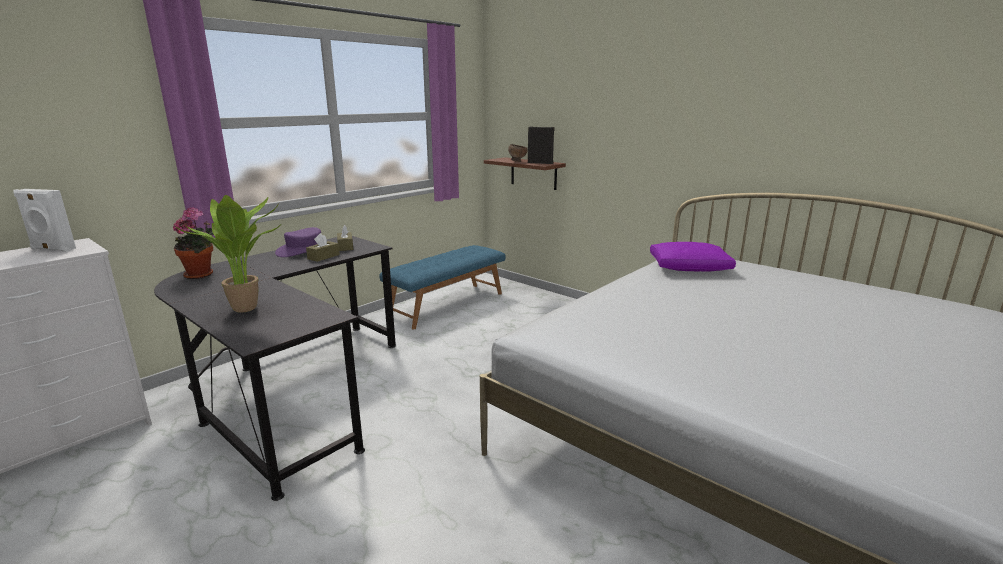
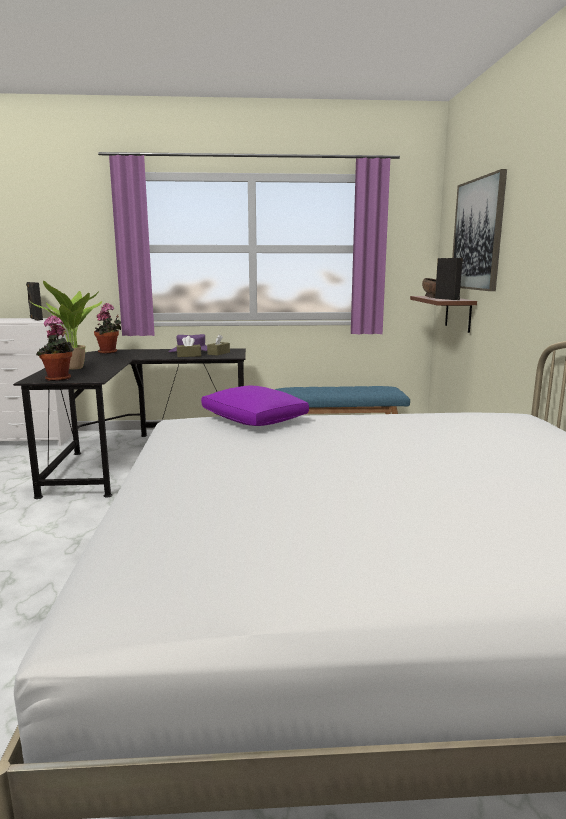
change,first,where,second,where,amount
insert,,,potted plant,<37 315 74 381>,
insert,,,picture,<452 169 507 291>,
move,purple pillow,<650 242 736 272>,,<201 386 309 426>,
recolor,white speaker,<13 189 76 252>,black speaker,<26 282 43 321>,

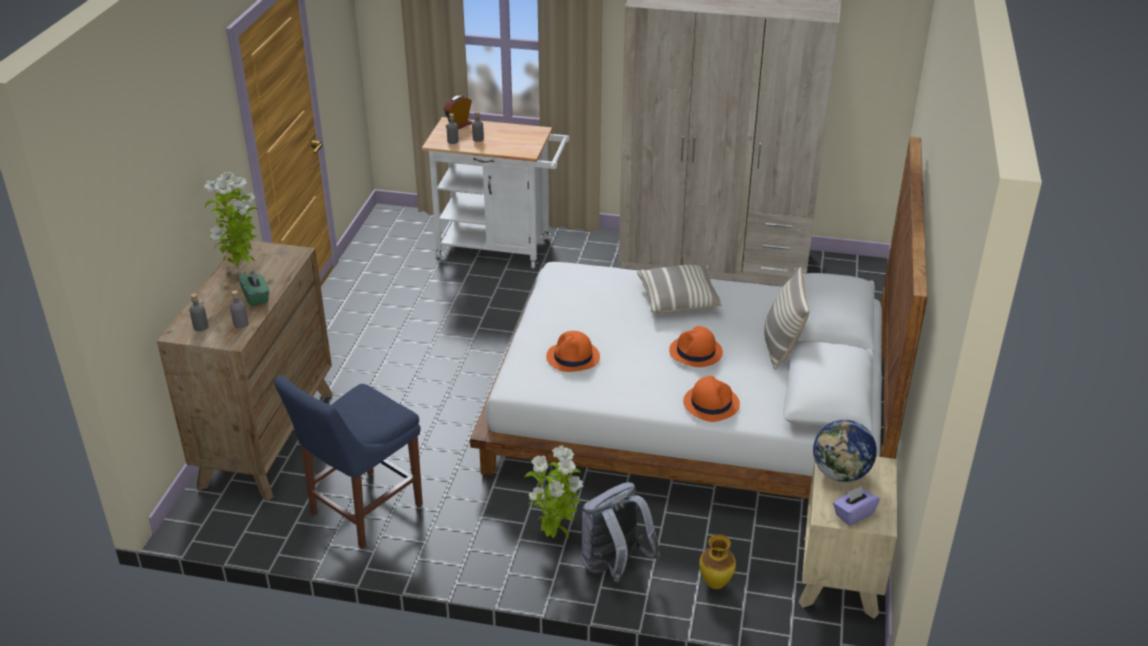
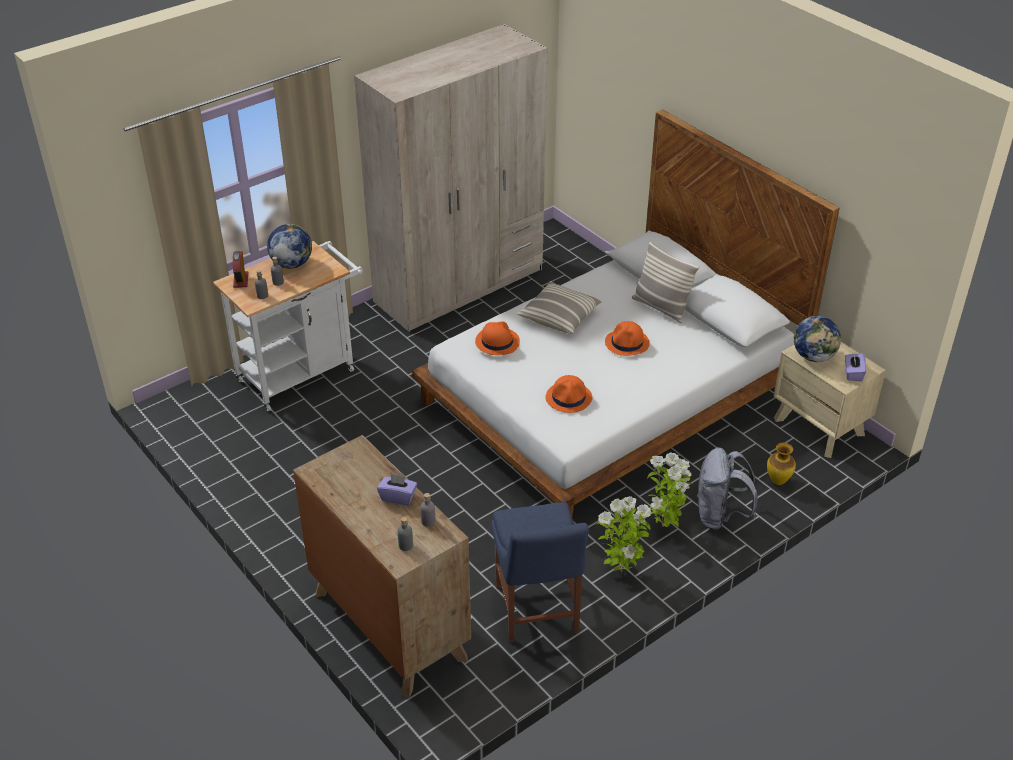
change,first,where,second,where,amount
insert,,,globe,<267 224 312 269>,
move,potted plant,<204 172 258 270>,,<596 496 652 572>,
move,orange hat,<683 376 740 422>,,<475 322 520 355>,
recolor,green tissue box,<238 269 269 306>,purple tissue box,<377 473 417 505>,

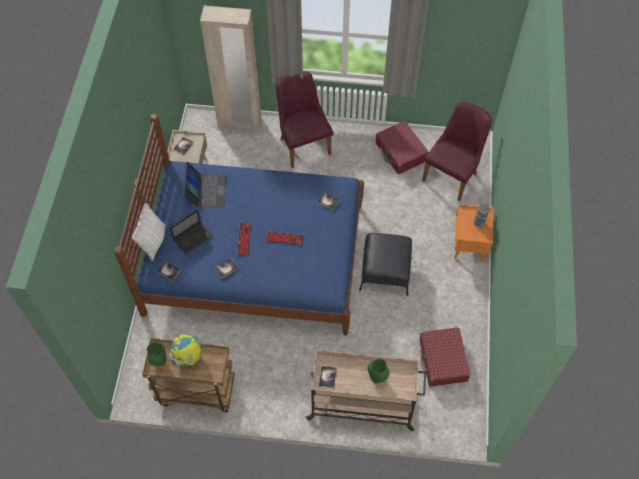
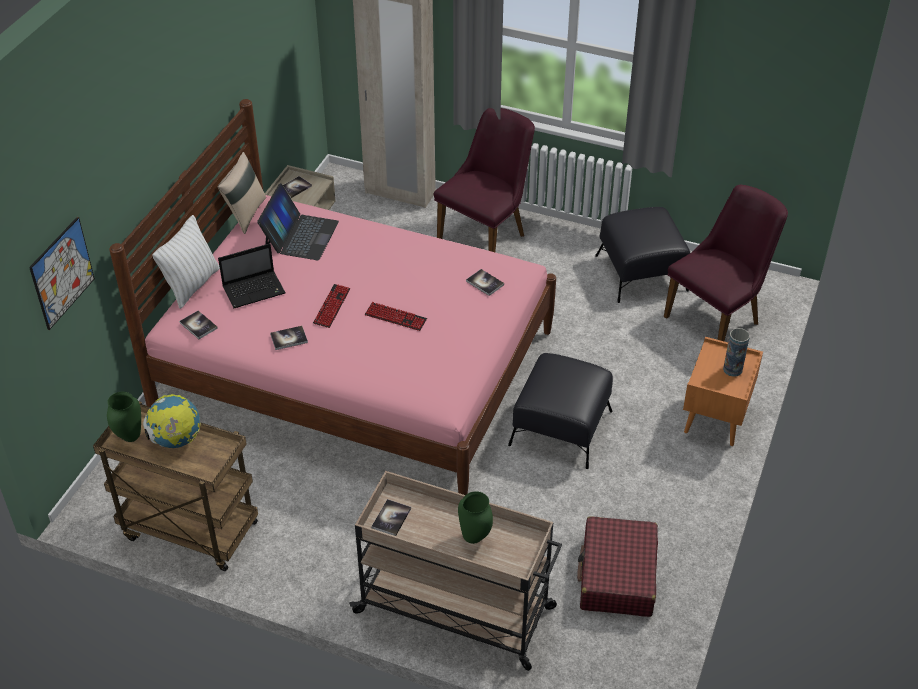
change,first,where,second,where,amount
insert,,,picture,<29 217 95 330>,
insert,,,beige pillow,<217 152 266 234>,
replace,red suitcase,<376 121 429 174>,black ottoman,<595 207 690 303>,
recolor,blue bed,<114 114 364 336>,pink bed,<109 99 556 495>,
rotate,purple chair,<276 71 333 168>,,<434 108 535 252>,45 degrees clockwise

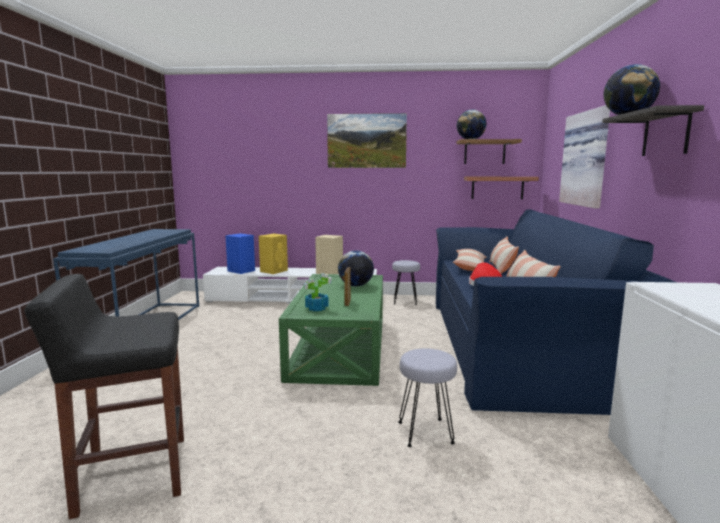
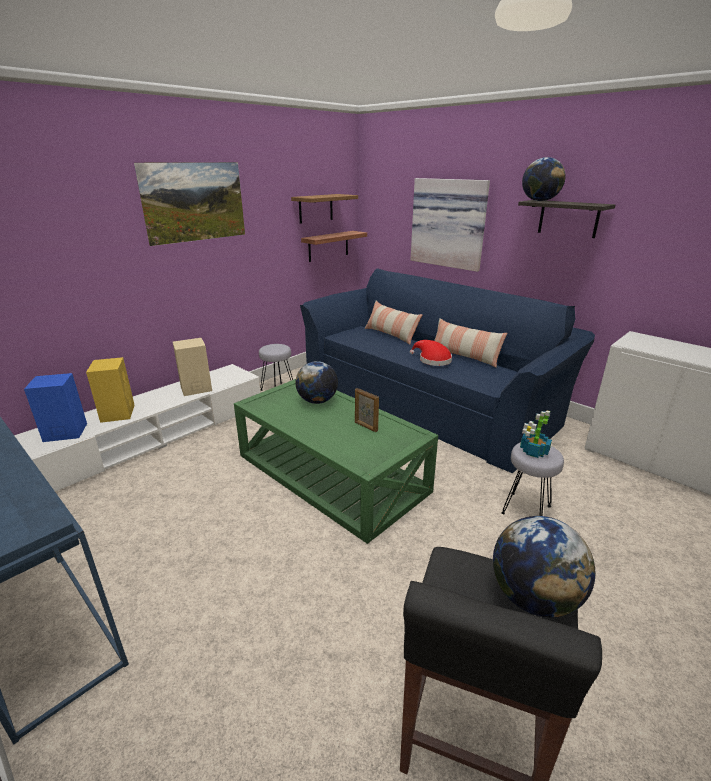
change,first,where,second,where,amount
delete,pillow,<453 249 487 271>,,,
move,potted plant,<305 273 332 311>,,<520 410 552 458>,
move,globe,<457 110 487 139>,,<493 516 595 618>,

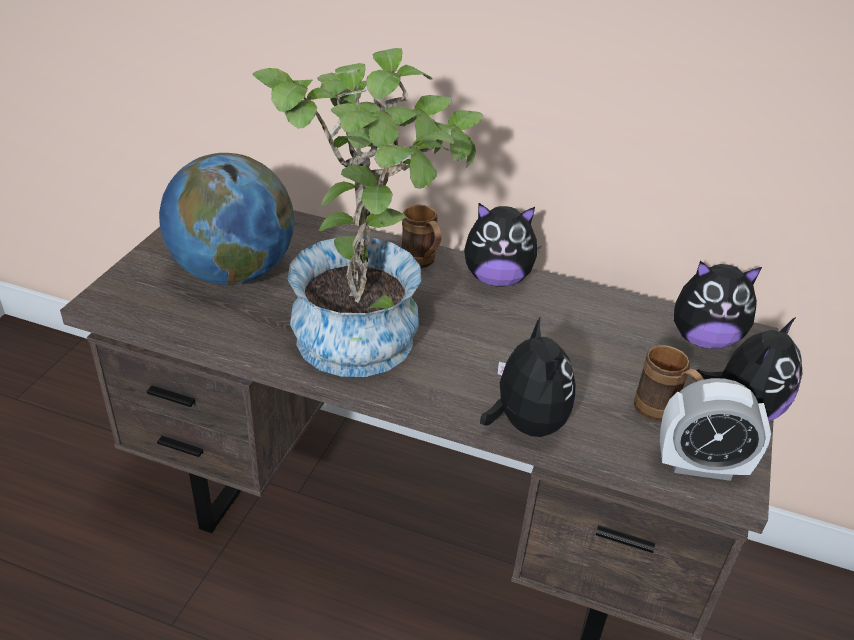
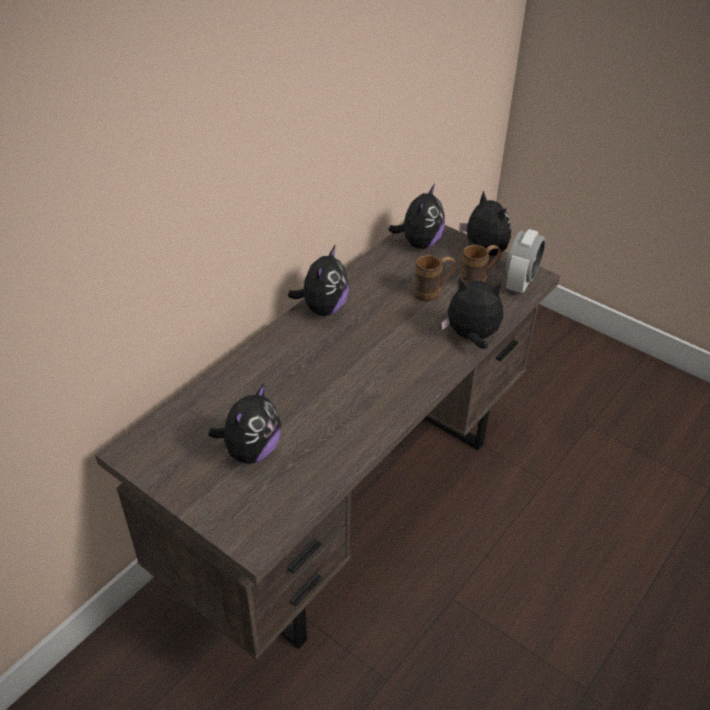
change,first,where,second,where,amount
delete,potted plant,<252 48 483 377>,,,
move,brown mug,<401 205 442 268>,,<414 255 456 302>,
replace,globe,<159 153 294 285>,plush toy,<208 383 281 464>,

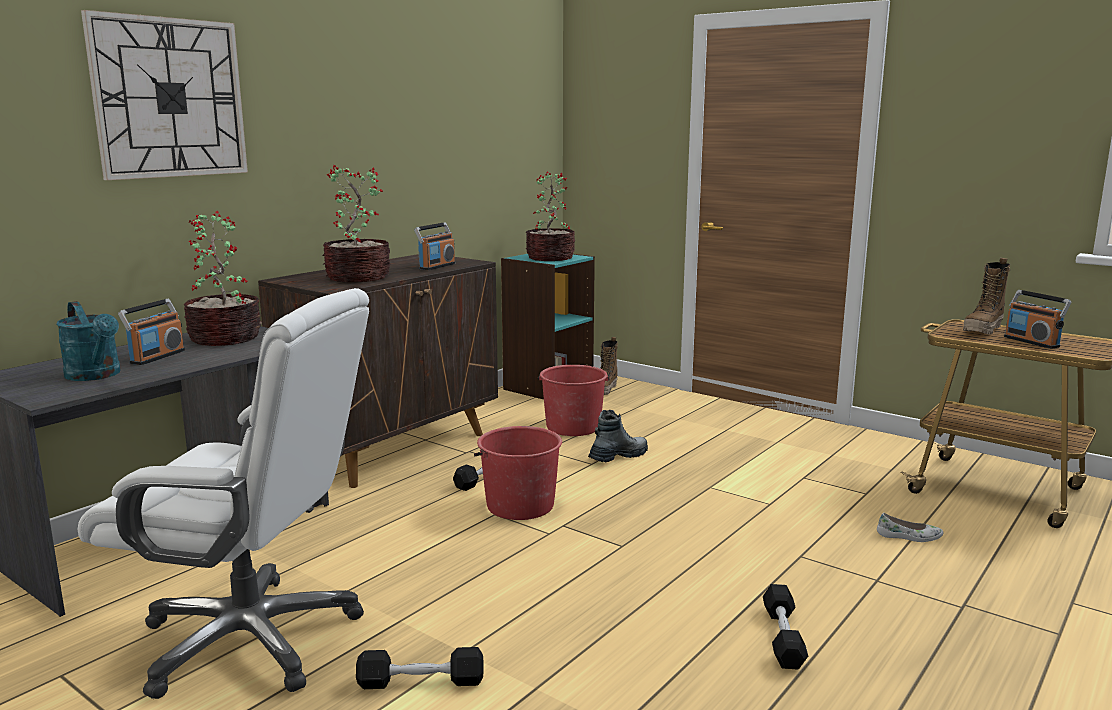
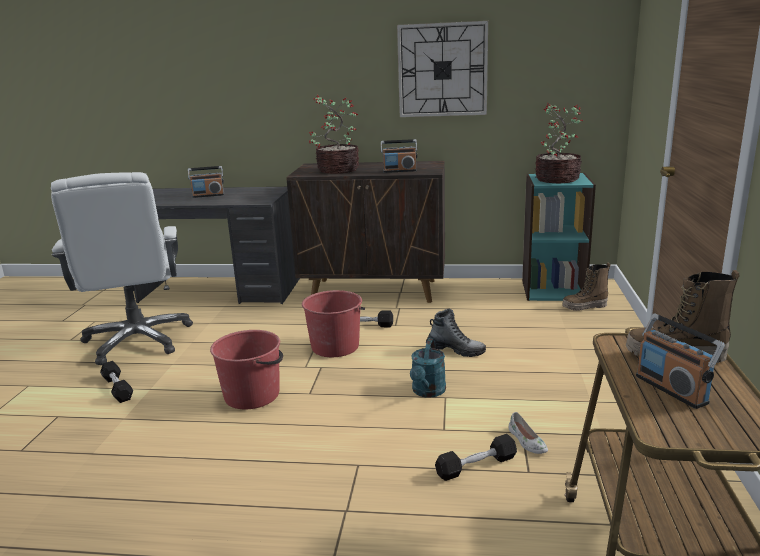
change,first,where,second,where,amount
delete,potted plant,<184 211 262 346>,,,
move,turquoise watering can,<56 301 121 381>,,<410 338 446 398>,
move,wall clock,<81 10 248 180>,,<397 21 488 117>,
move,red bucket,<538 365 610 436>,,<210 330 283 409>,
move,black dumbbell,<763 584 808 670>,,<435 434 517 481>,
move,white shoe,<877 513 943 542>,,<509 412 548 454>,
rotate,radio,<1004 290 1071 349>,,<636 313 725 409>,60 degrees counterclockwise

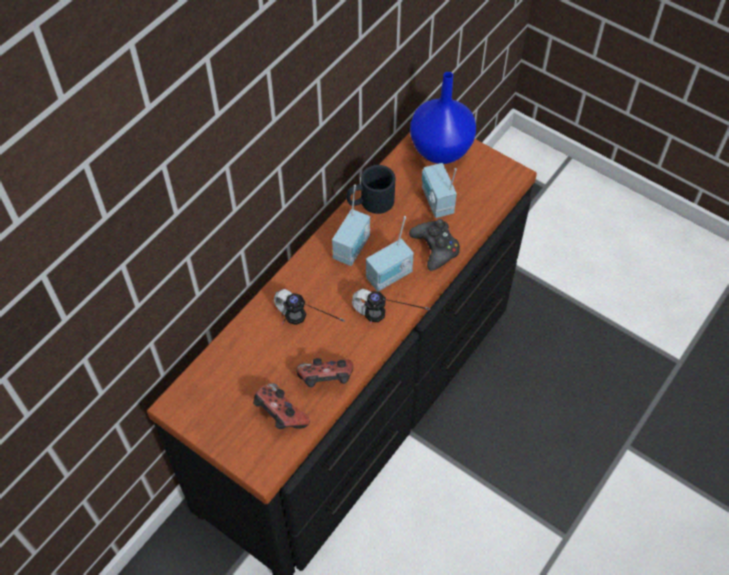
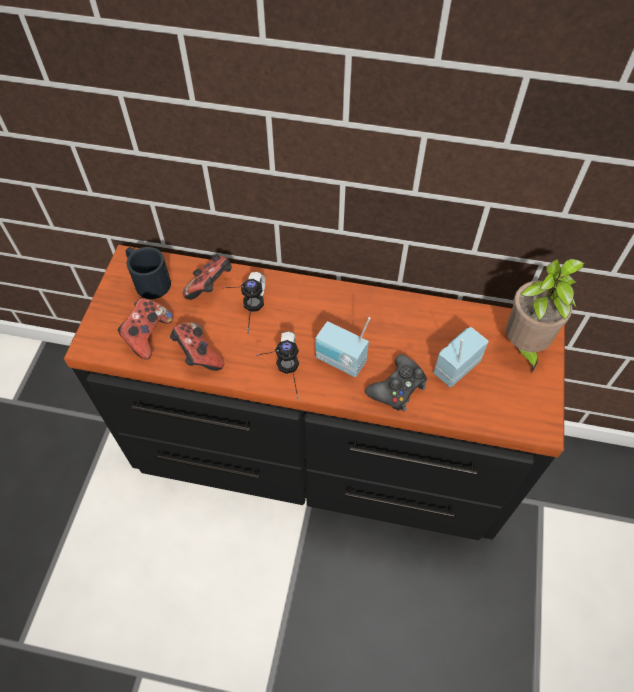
change,first,where,second,where,amount
delete,radio,<332 185 370 266>,,,
insert,,,game controller,<183 254 232 300>,
move,black mug,<346 165 396 214>,,<126 247 171 299>,
replace,blue vase,<410 72 476 164>,potted plant,<506 259 585 374>,

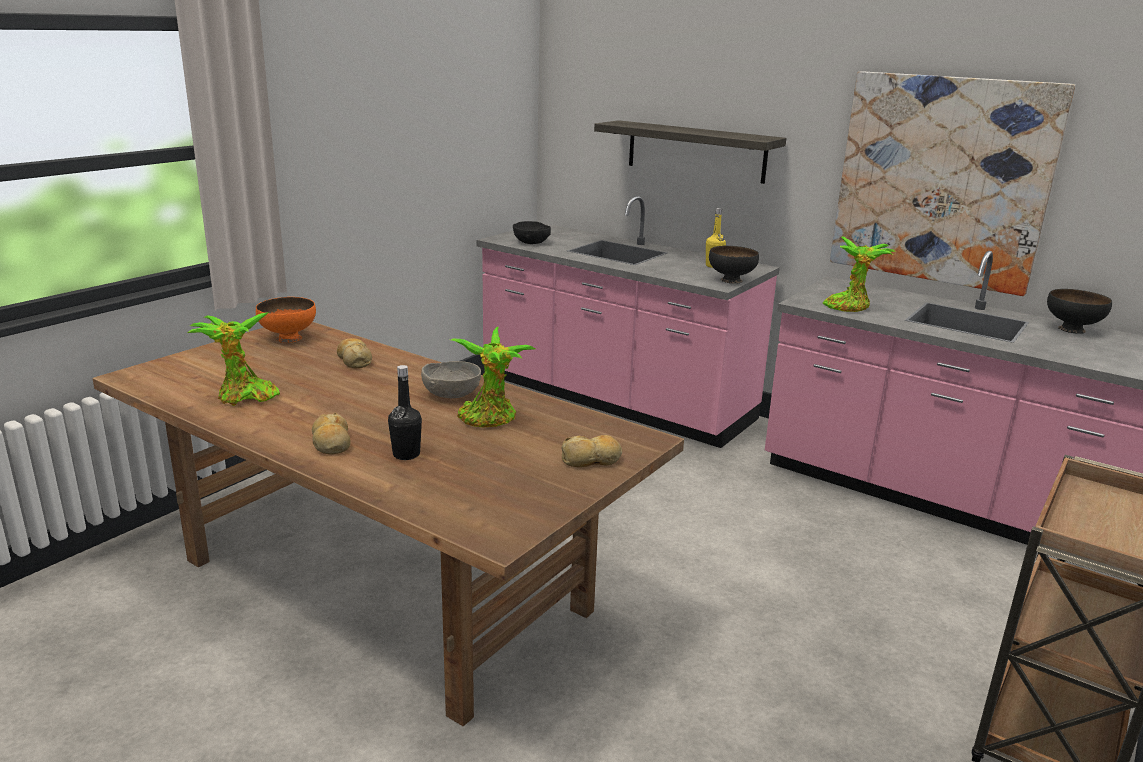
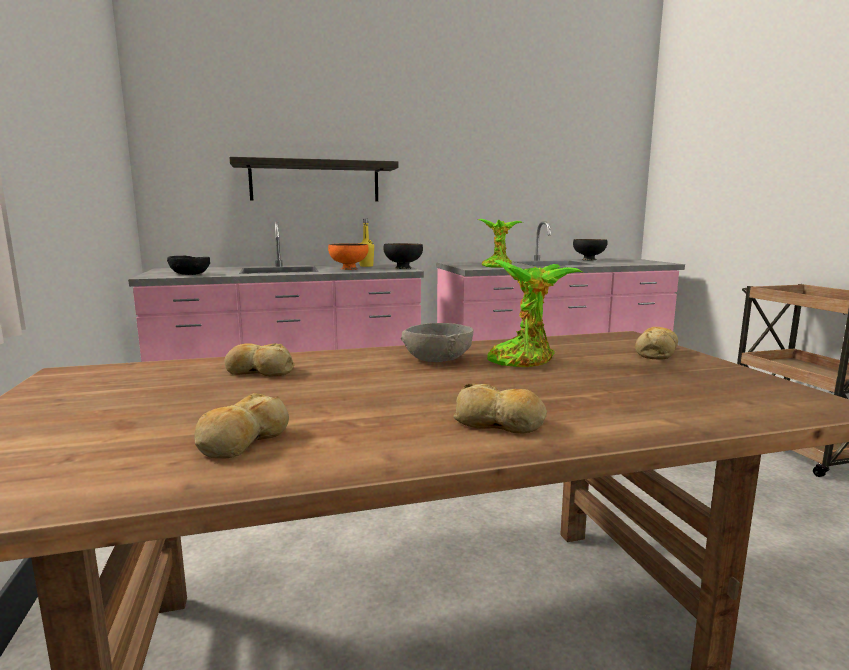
change,first,where,second,where,amount
delete,black bottle,<388 365 422 460>,,,
delete,picture,<830 71 1075 296>,,,
move,orange bowl,<256 297 316 343>,,<328 243 369 270>,
replace,potted plant,<188 312 280 406>,bread,<194 393 289 459>,

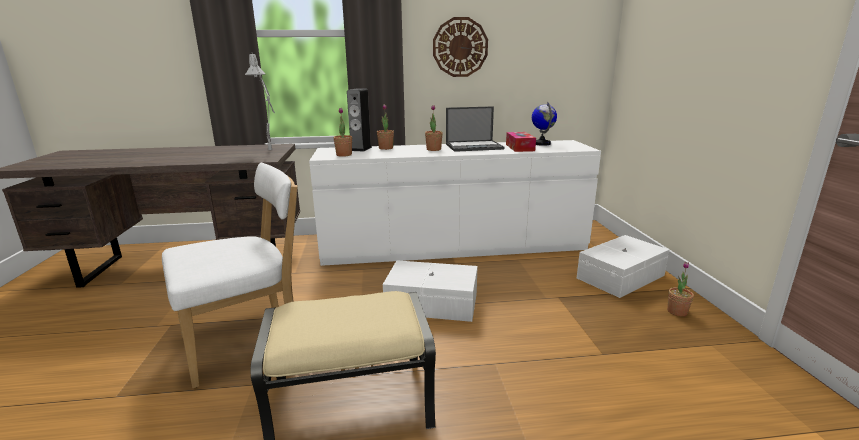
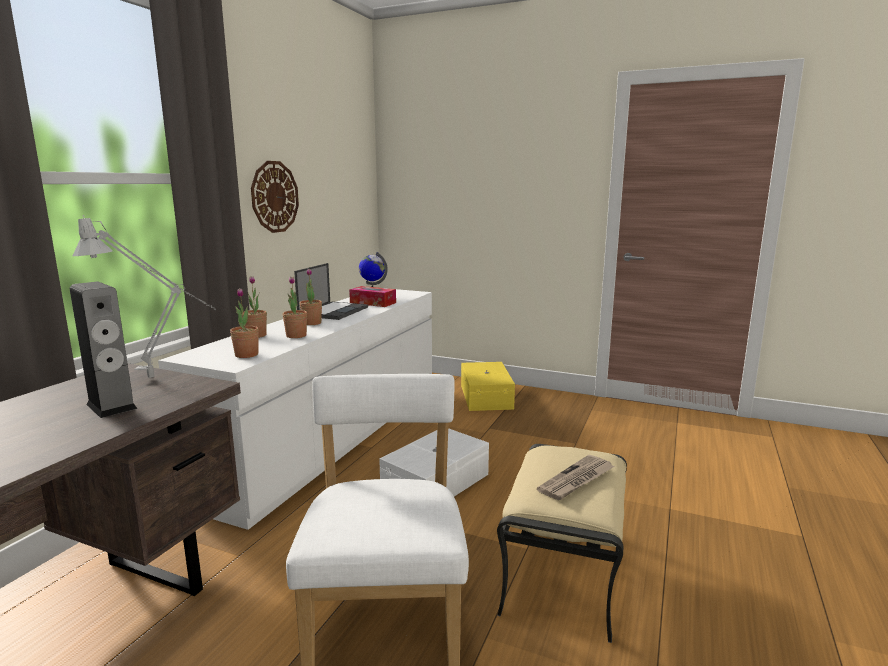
change,first,where,second,where,amount
insert,,,newspaper,<537 455 615 500>,
move,speaker,<347 88 372 152>,,<70 282 137 418>,
move,potted plant,<667 261 694 317>,,<283 277 307 338>,
recolor,white storage box,<577 235 669 298>,yellow storage box,<461 362 515 411>,

